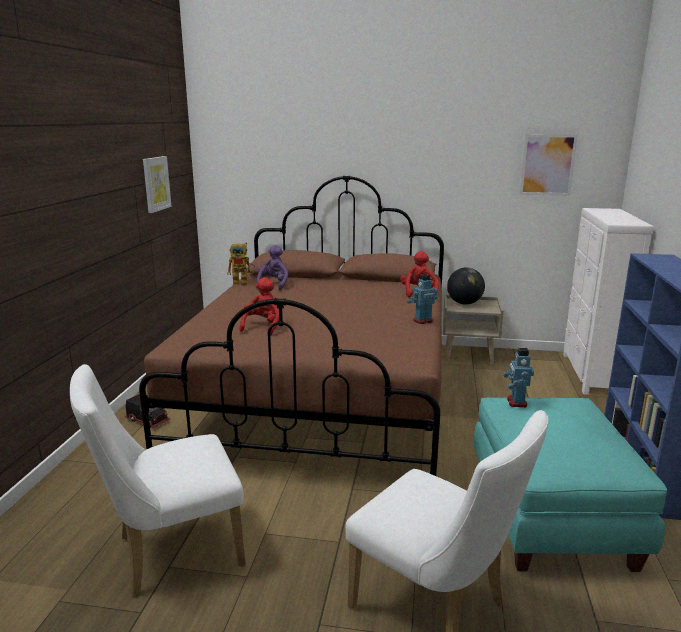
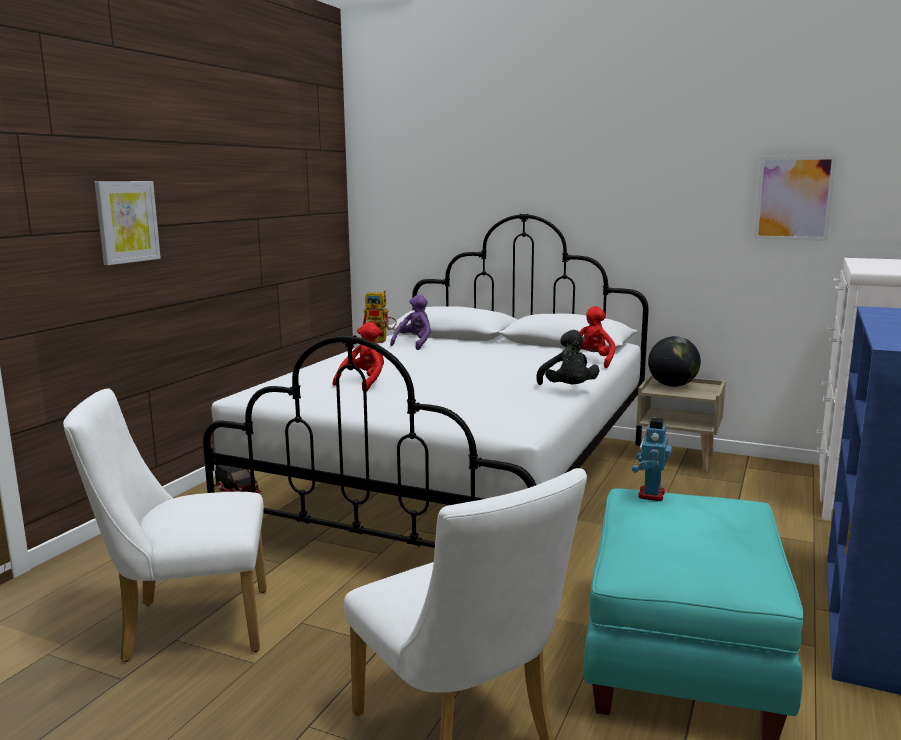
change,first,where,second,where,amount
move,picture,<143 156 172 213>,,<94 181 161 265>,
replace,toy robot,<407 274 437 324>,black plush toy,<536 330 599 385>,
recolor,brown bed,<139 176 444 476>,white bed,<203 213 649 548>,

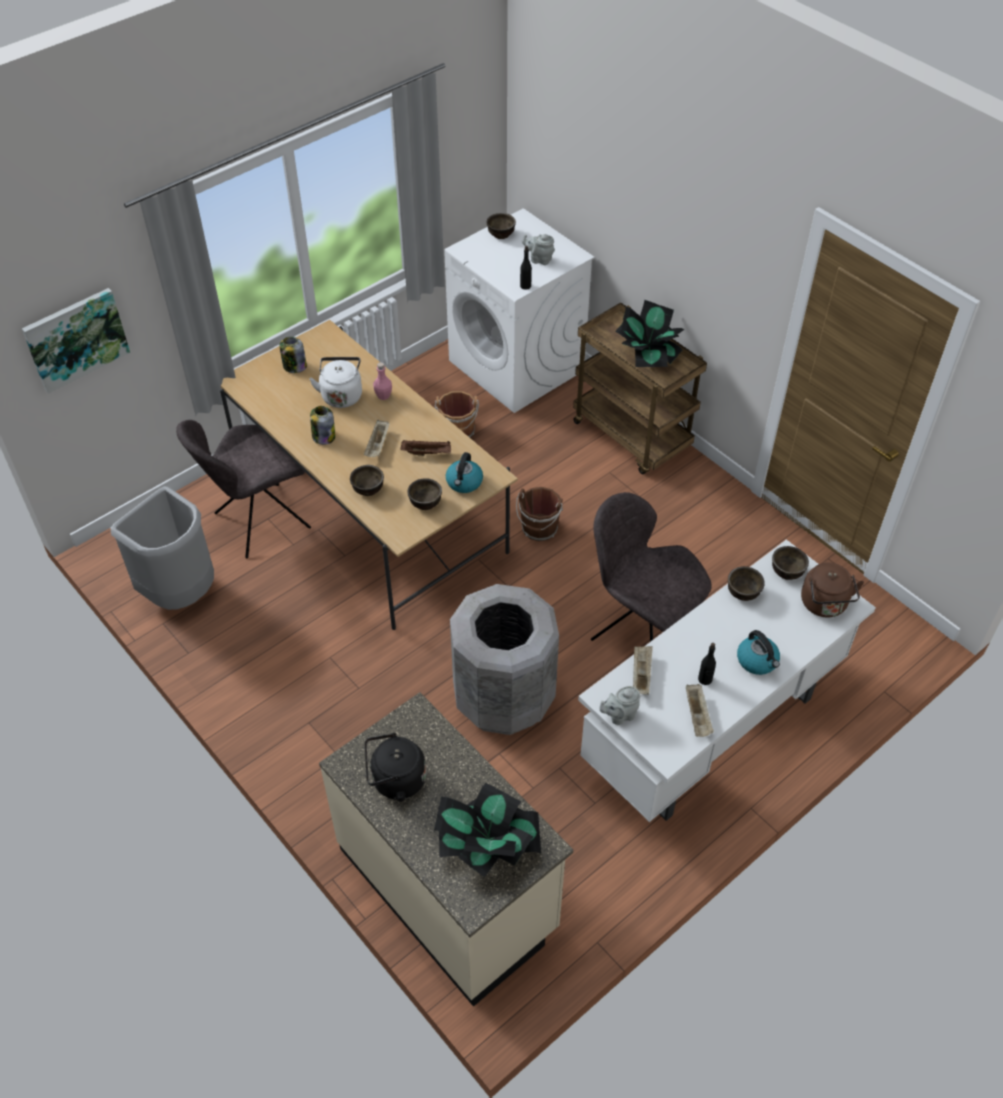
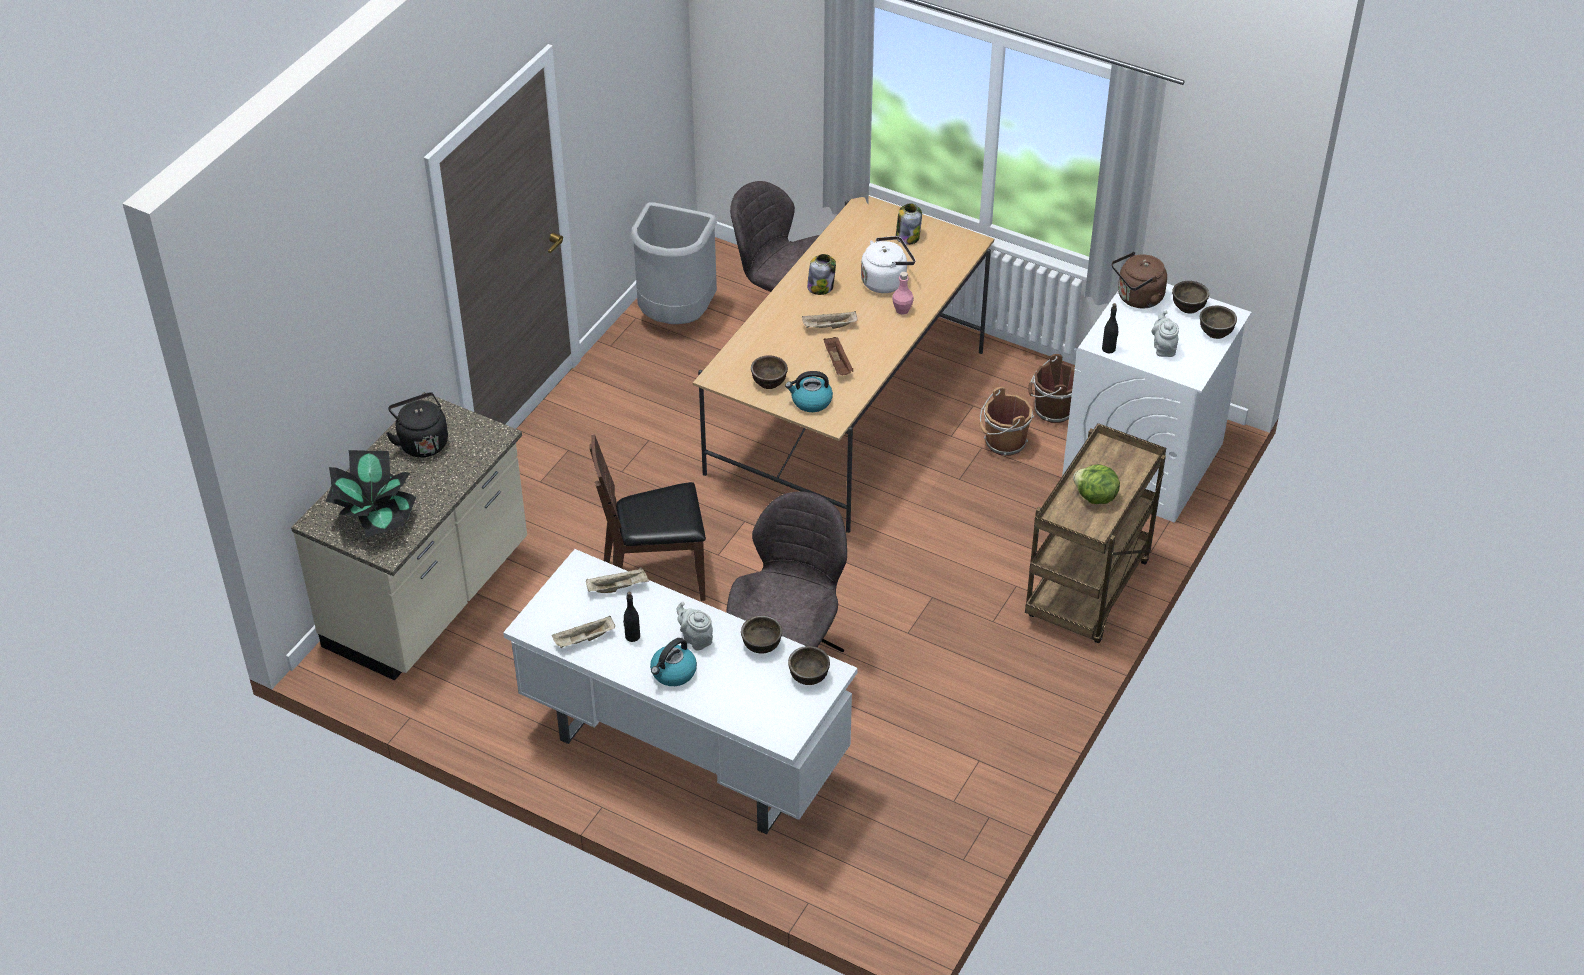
change,first,where,second,where,amount
delete,picture,<22 288 130 394>,,,
move,brown bowl,<350 465 384 496>,,<1200 306 1237 339>,
move,brown bucket,<516 487 563 541>,,<1028 354 1075 423>,
move,grey teapot,<599 686 640 725>,,<677 602 713 651>,
move,brown kettle,<801 562 864 617>,,<1112 252 1167 308>,
replace,grey trash can,<450 584 559 735>,brown chair,<589 434 706 601>,
replace,potted plant,<615 300 685 367>,lettuce,<1073 464 1120 504>,

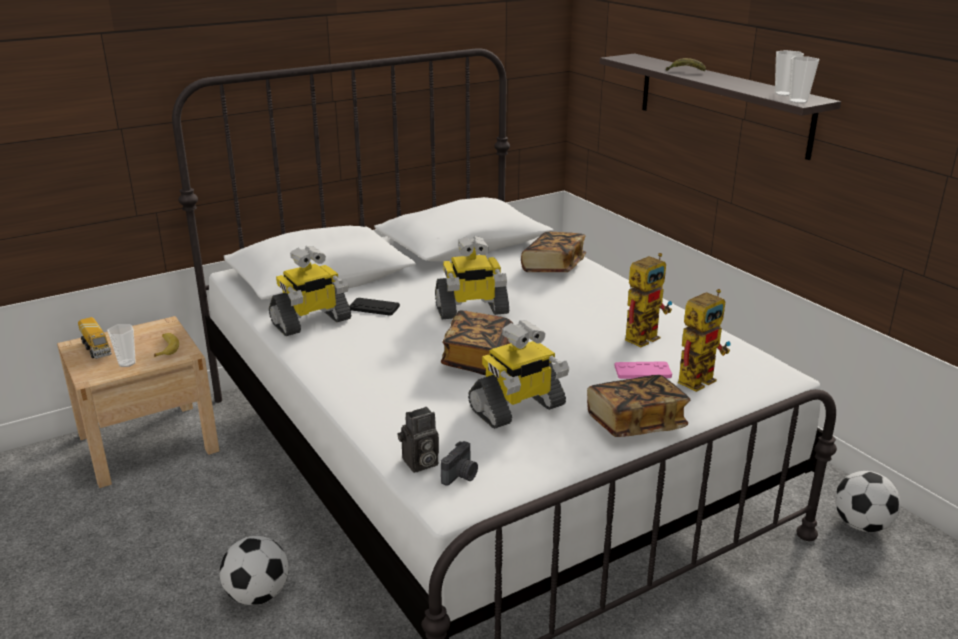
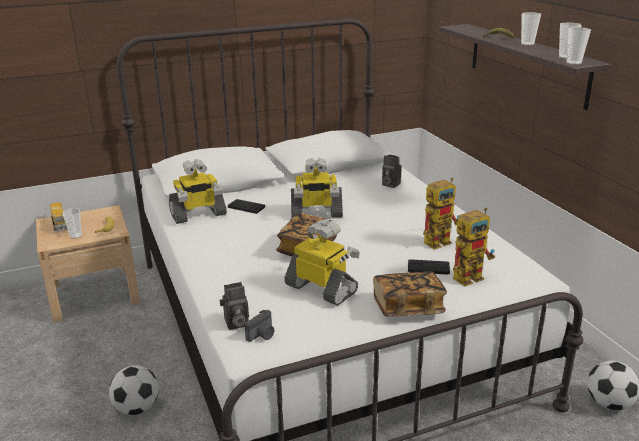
change,first,where,second,where,amount
insert,,,cup,<521 12 541 45>,
replace,book,<521 232 586 272>,photo camera,<382 155 401 188>,
recolor,pink game controller,<614 361 672 379>,black game controller,<408 259 450 275>,
rotate,toy robot,<468 320 569 429>,,<284 219 360 305>,120 degrees counterclockwise

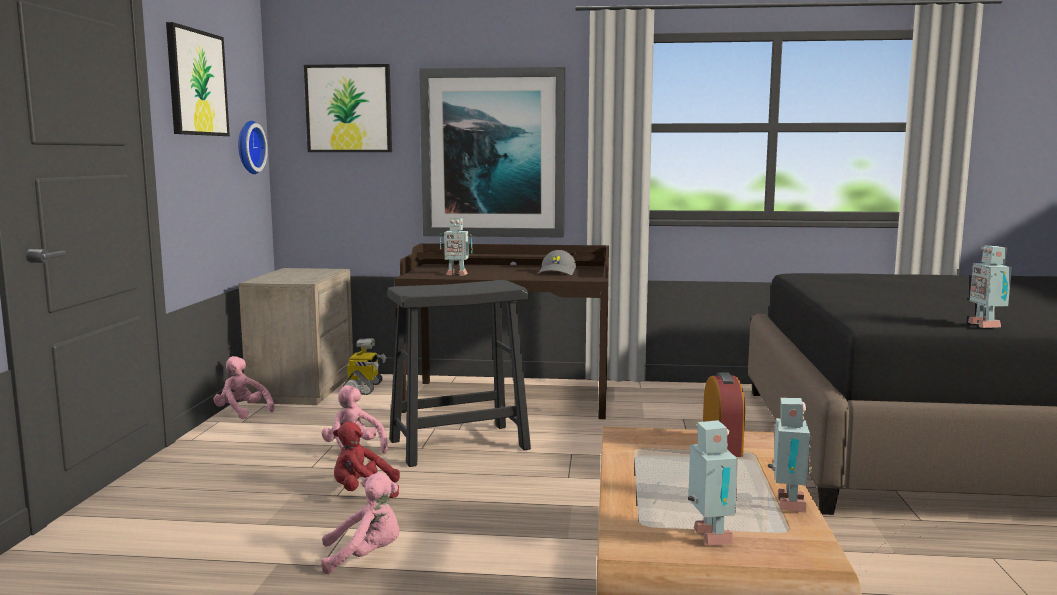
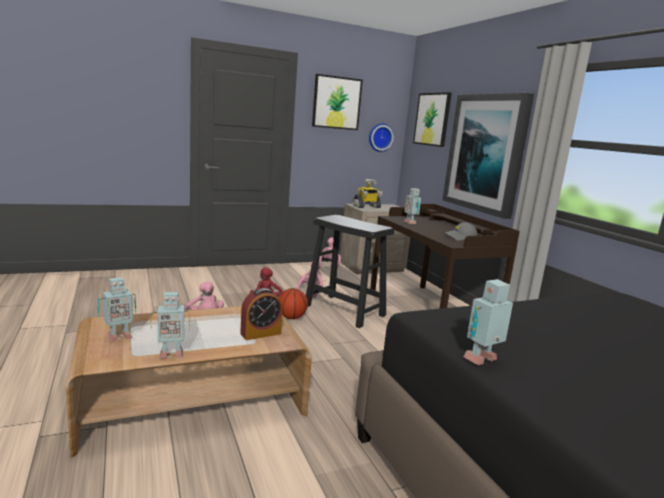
change,first,where,second,where,amount
insert,,,basketball,<279 288 308 319>,
move,toy robot,<343 338 386 395>,,<352 179 383 208>,

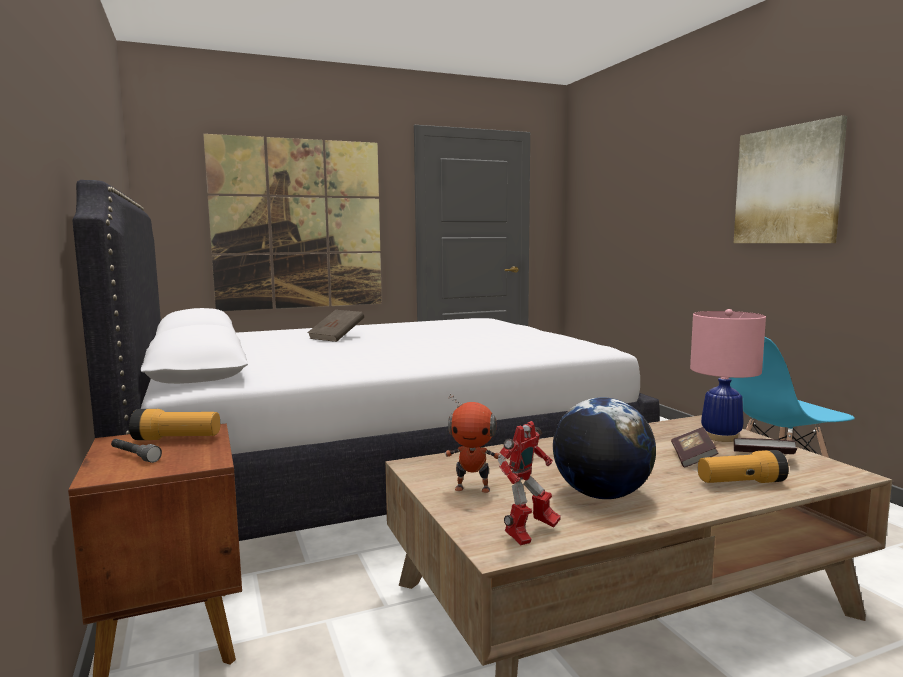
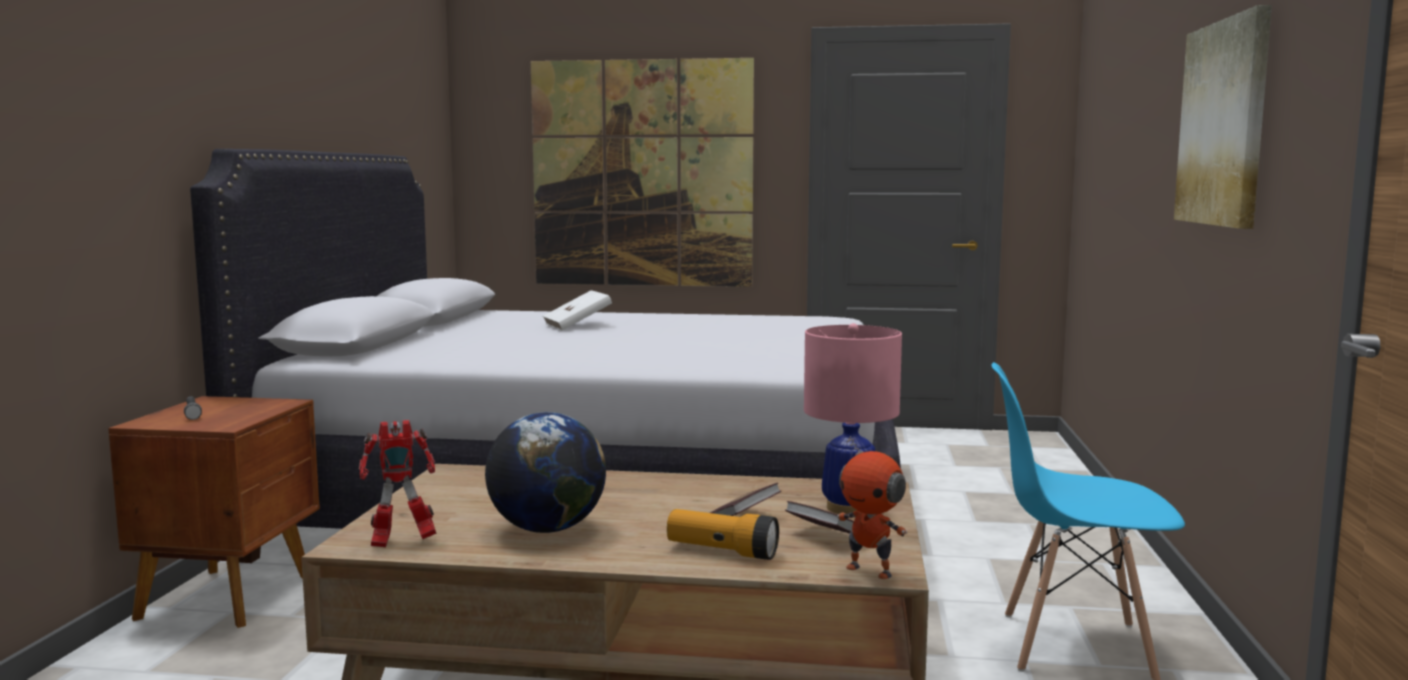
change,first,where,second,where,amount
delete,flashlight,<129 409 220 440>,,,
move,toy robot,<445 393 501 493>,,<837 436 907 579>,
recolor,brown book,<307 310 364 342>,white book,<542 290 612 330>,

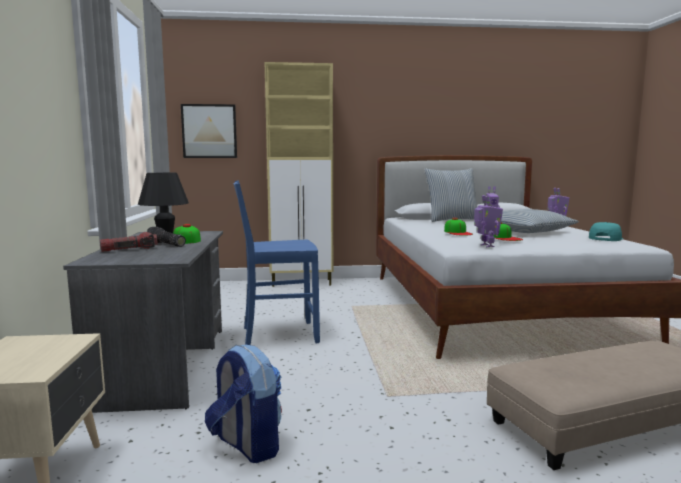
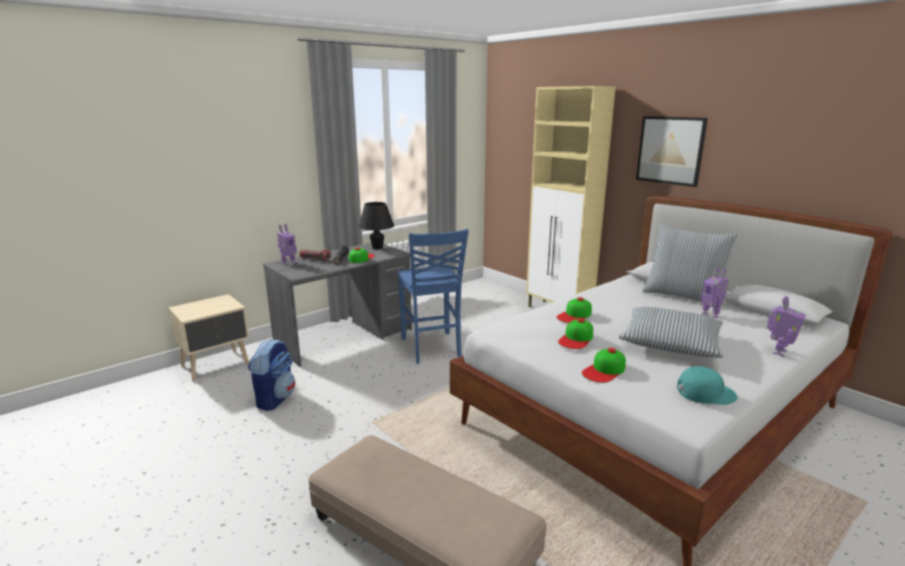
change,first,where,second,where,amount
insert,,,cap,<582 348 626 383>,
move,picture,<181 104 237 158>,,<636 116 708 187>,
move,toy robot,<474 195 503 247>,,<277 224 297 265>,
rotate,blue chair,<234 180 320 345>,,<397 229 469 364>,150 degrees counterclockwise

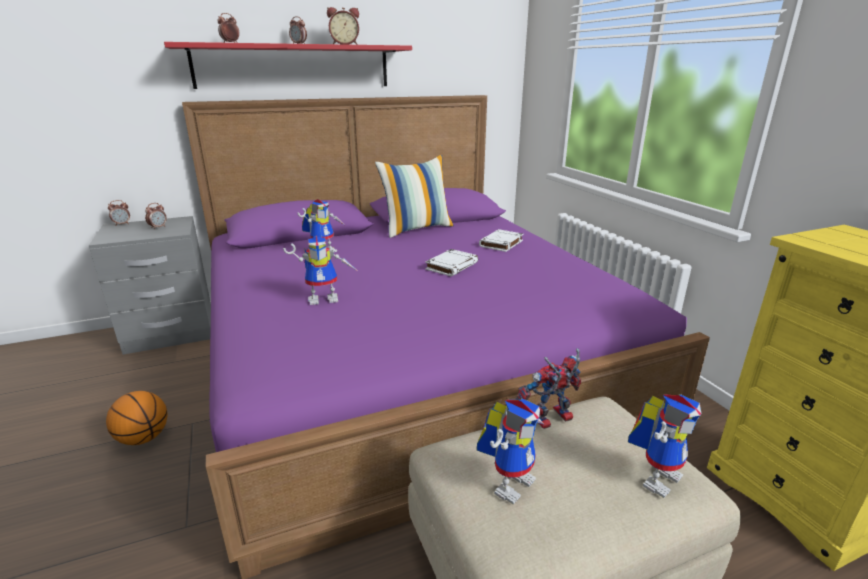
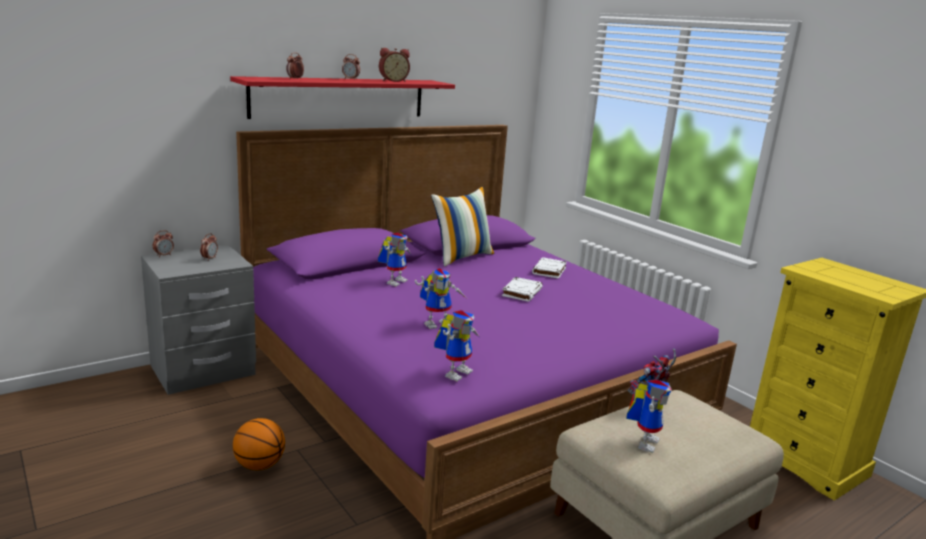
change,first,where,second,where,amount
move,toy robot,<628 394 701 498>,,<434 310 479 381>,

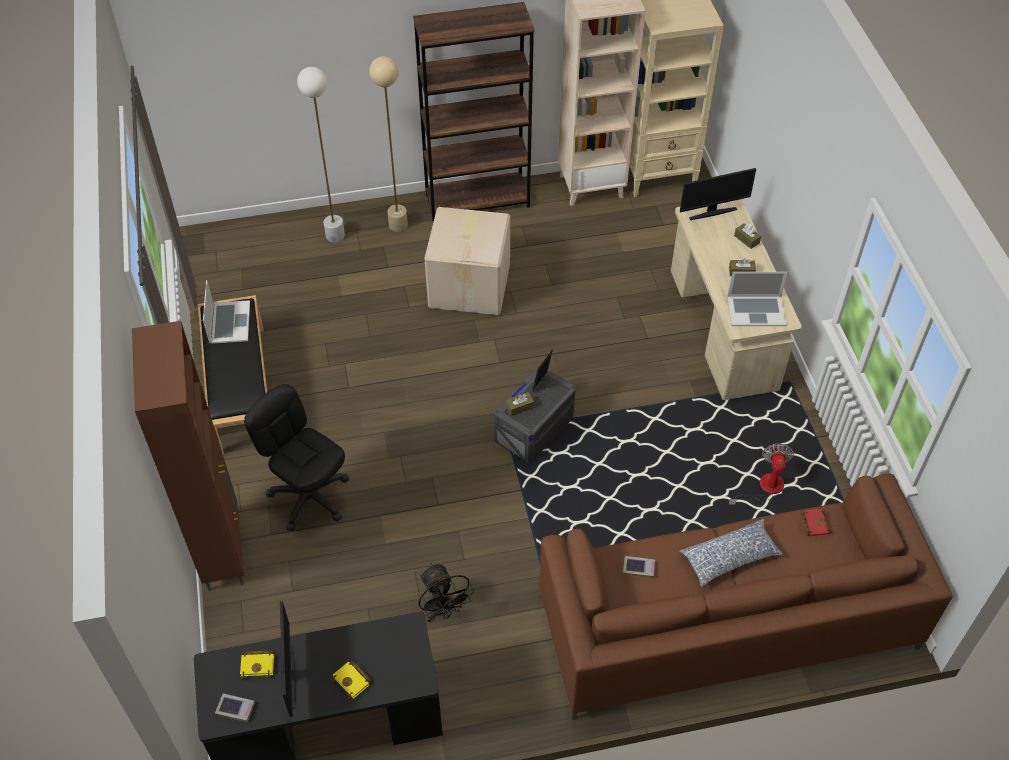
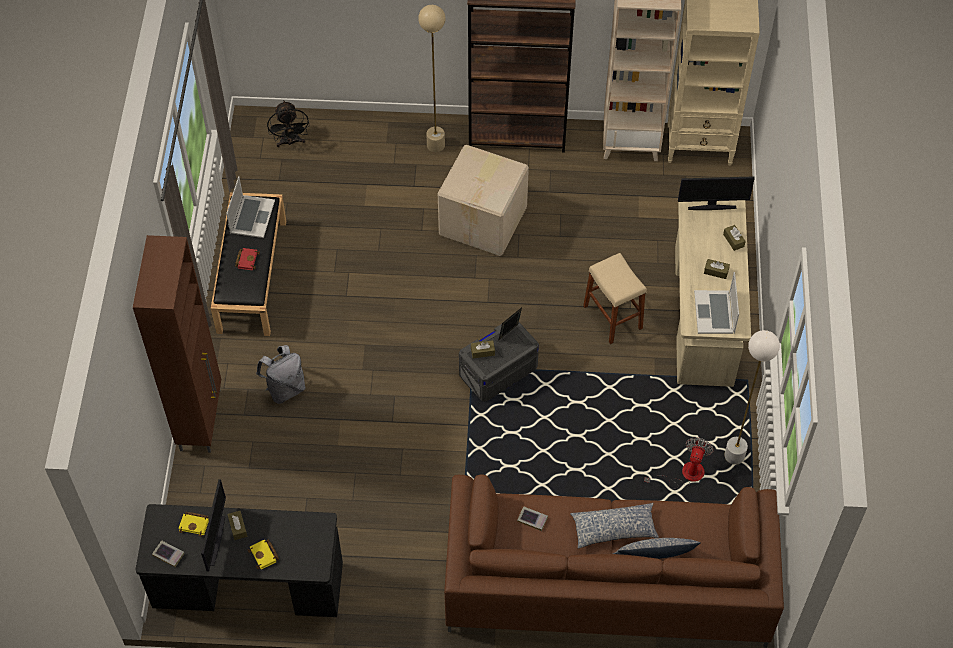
change,first,where,second,where,amount
insert,,,brown tissue box,<227 511 247 540>,
insert,,,beige stool,<583 253 647 344>,
insert,,,pillow,<613 538 701 559>,
move,white floor lamp,<297 67 345 242>,,<724 330 780 465>,
move,black fan,<418 564 474 622>,,<267 101 310 147>,
move,red book,<800 509 832 537>,,<235 248 260 270>,
replace,black office chair,<244 384 349 531>,grey backpack,<256 345 306 404>,
rotate,laptop,<727 272 788 326>,,<694 272 739 334>,75 degrees clockwise

